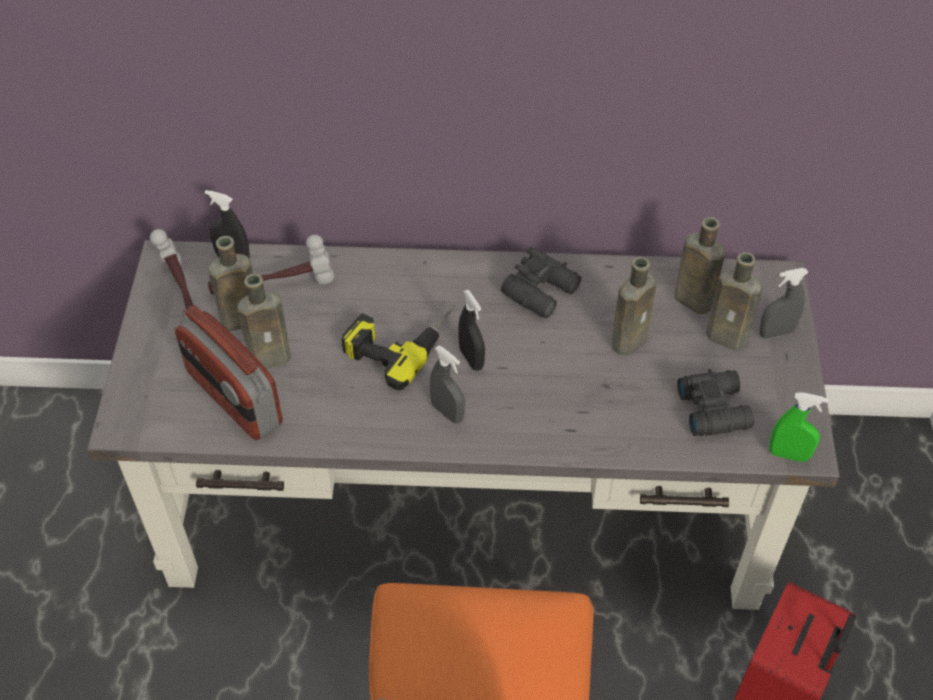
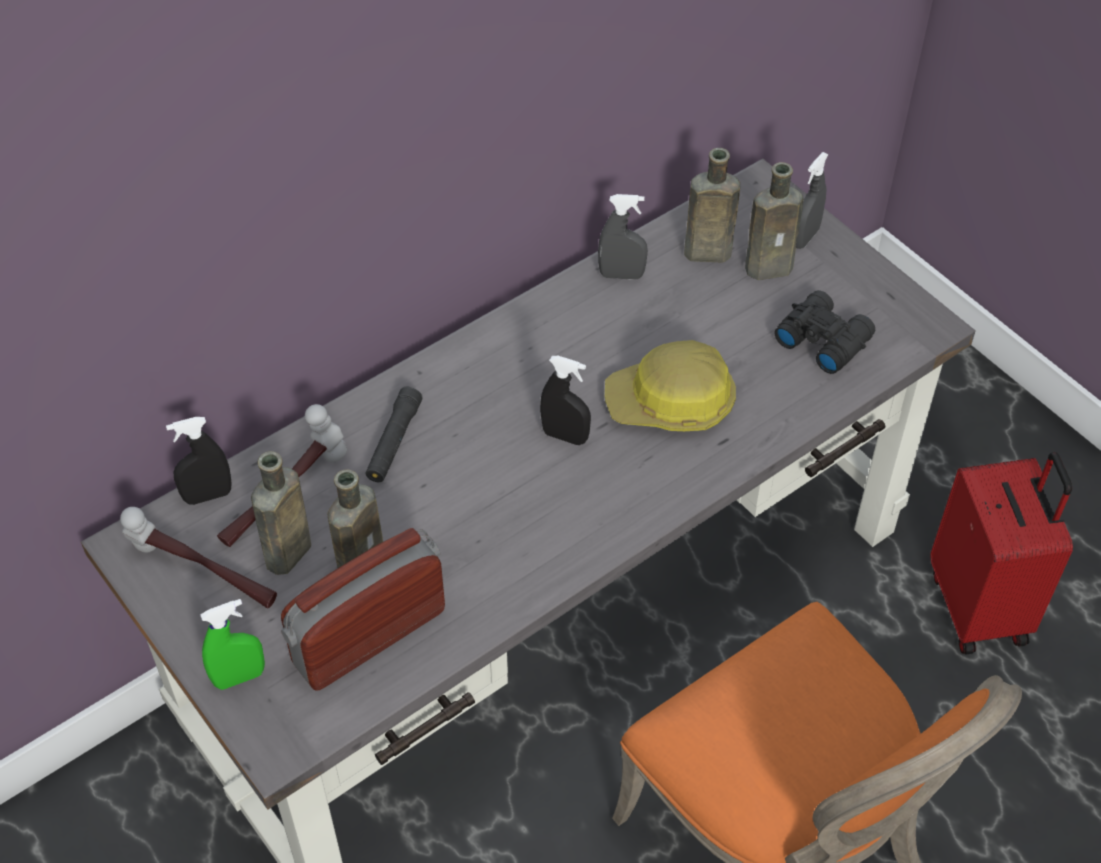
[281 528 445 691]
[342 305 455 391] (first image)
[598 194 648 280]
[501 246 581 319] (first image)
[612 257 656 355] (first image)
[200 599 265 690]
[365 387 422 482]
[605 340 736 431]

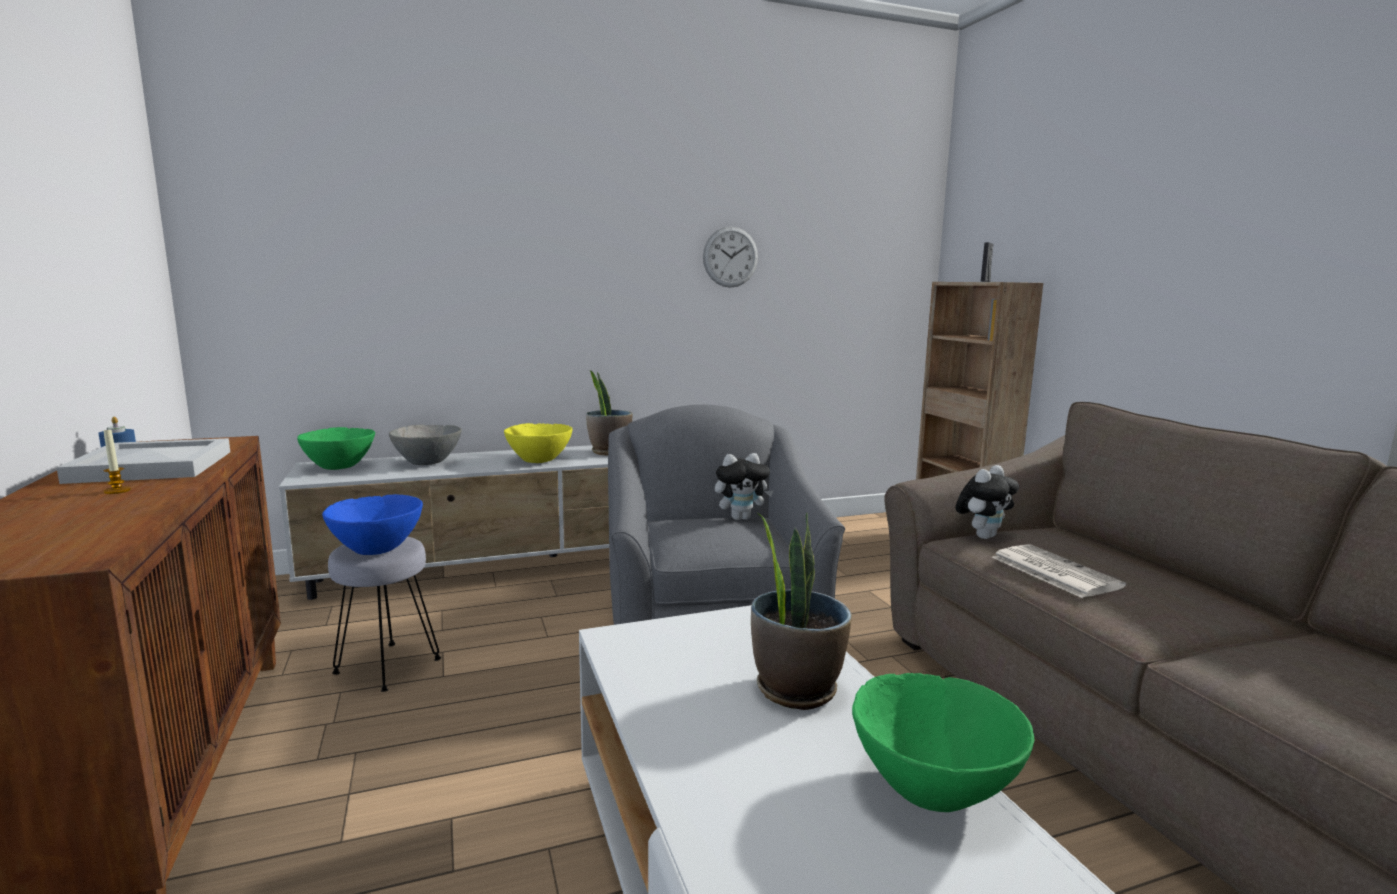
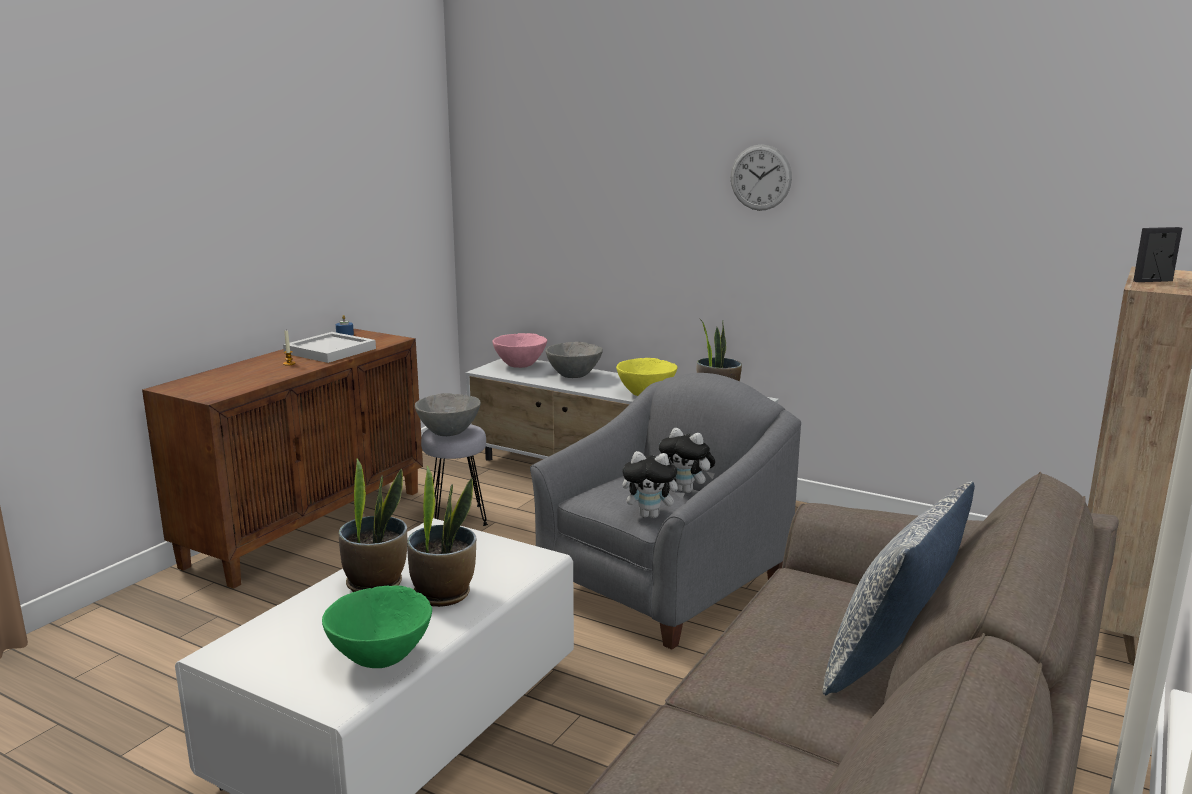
[492 333 547 368]
[415 393 481 436]
[730 144 792 211]
[623 451 685 518]
[992 544 1126 598] (first image)
[339 458 407 592]
[822 481 975 695]

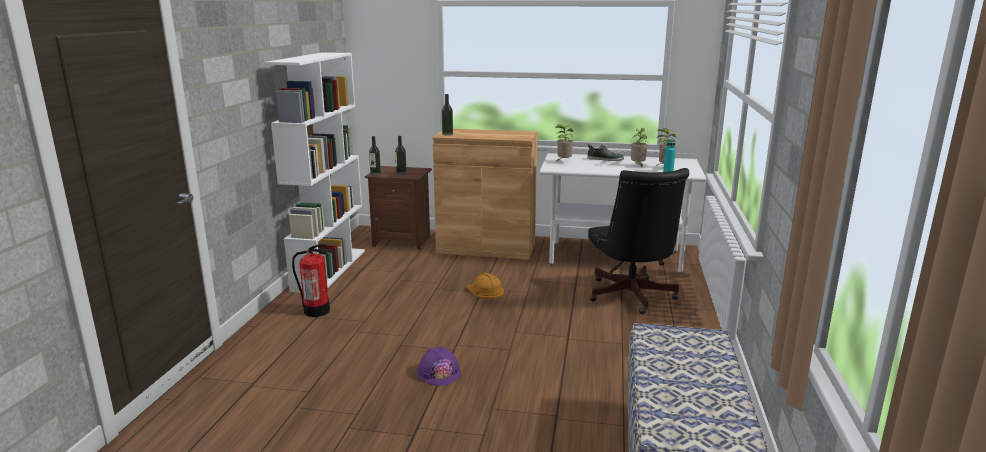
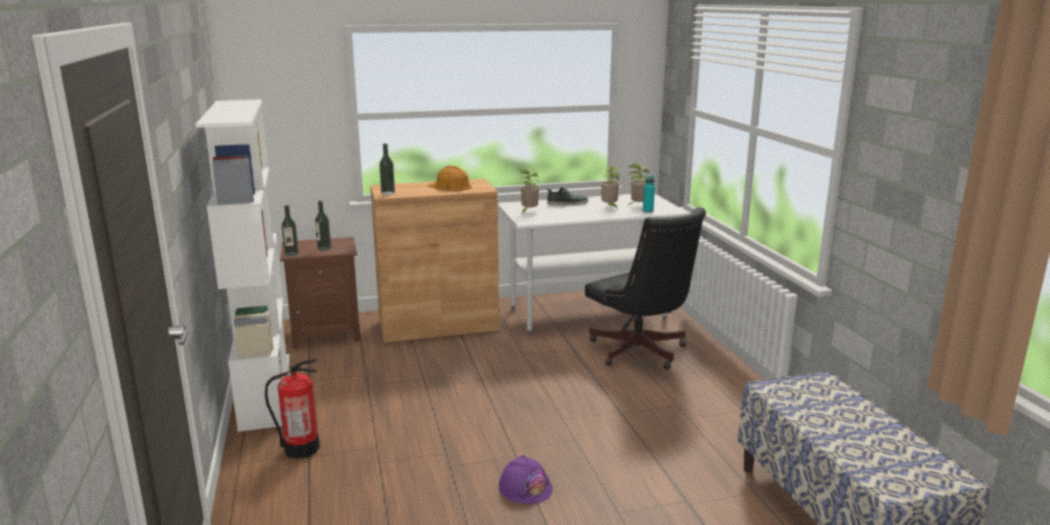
[427 166 472 191]

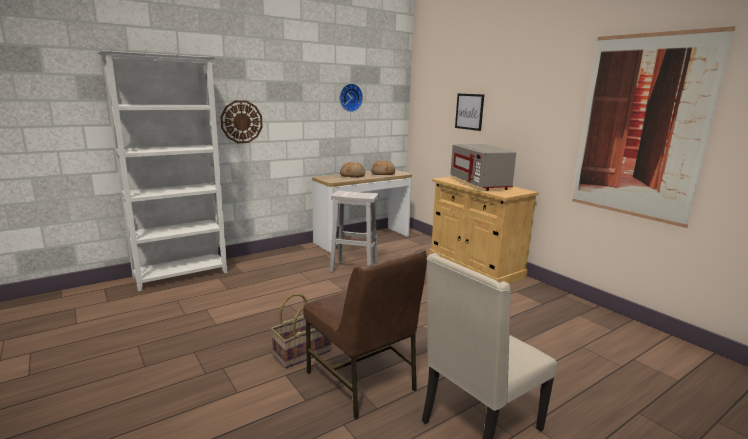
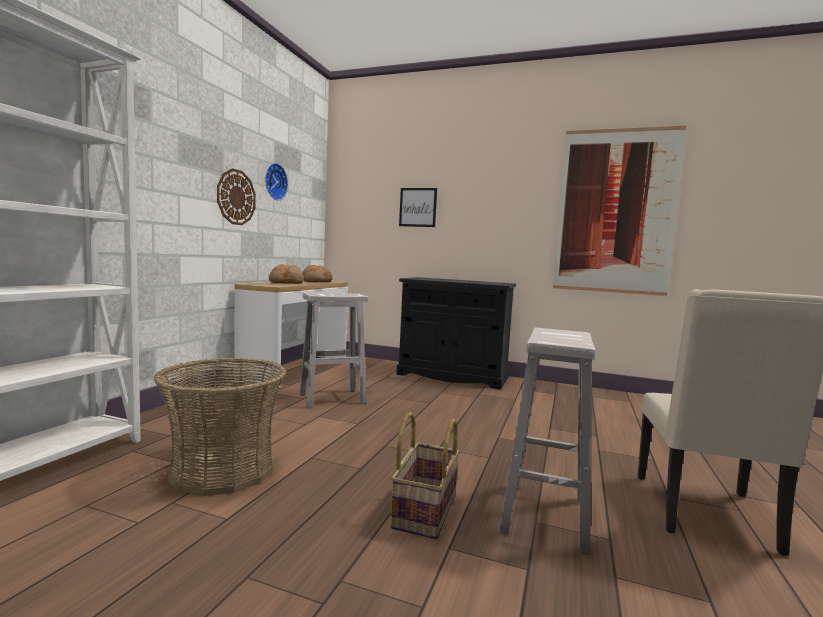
[217 168 256 225]
[499 328 596 554]
[396 277 516 390]
[450 144 516 191] (first image)
[154 357 287 496]

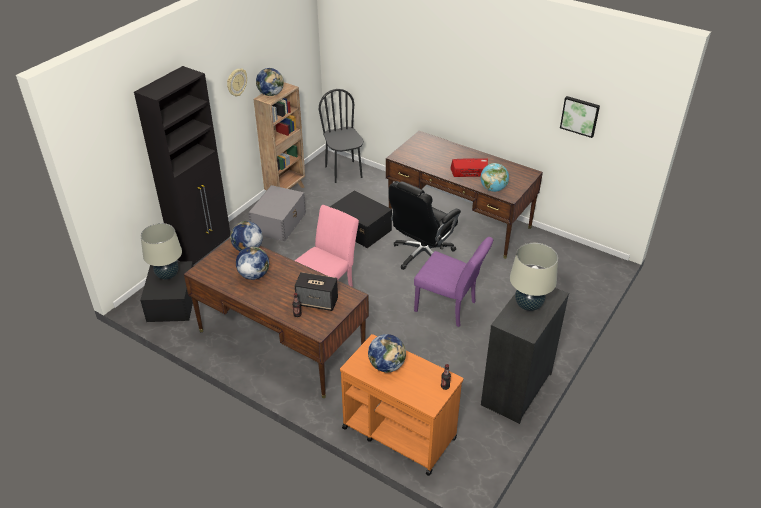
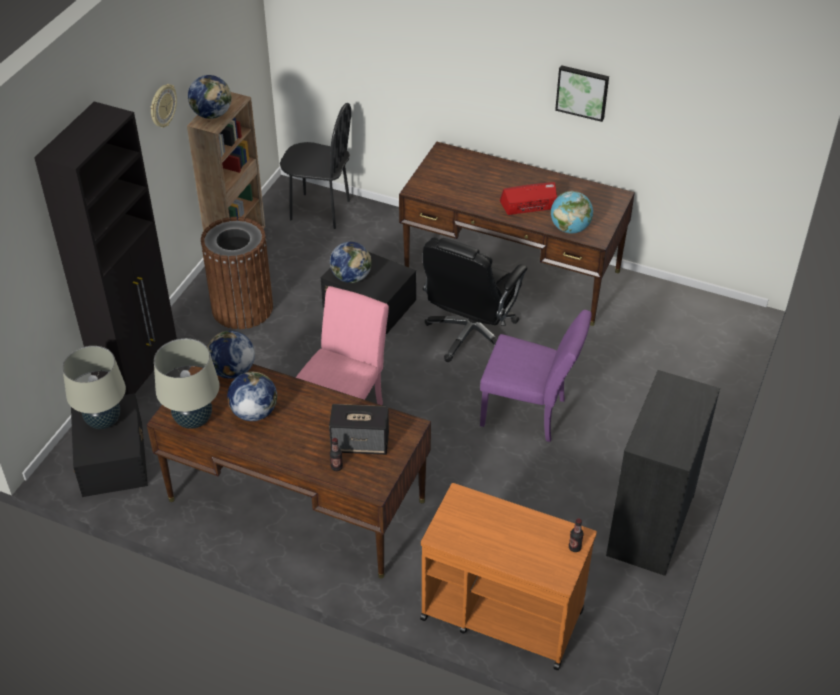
[201 217 273 329]
[280 103 351 229]
[330 242 371 283]
[154 338 220 429]
[555 65 609 122]

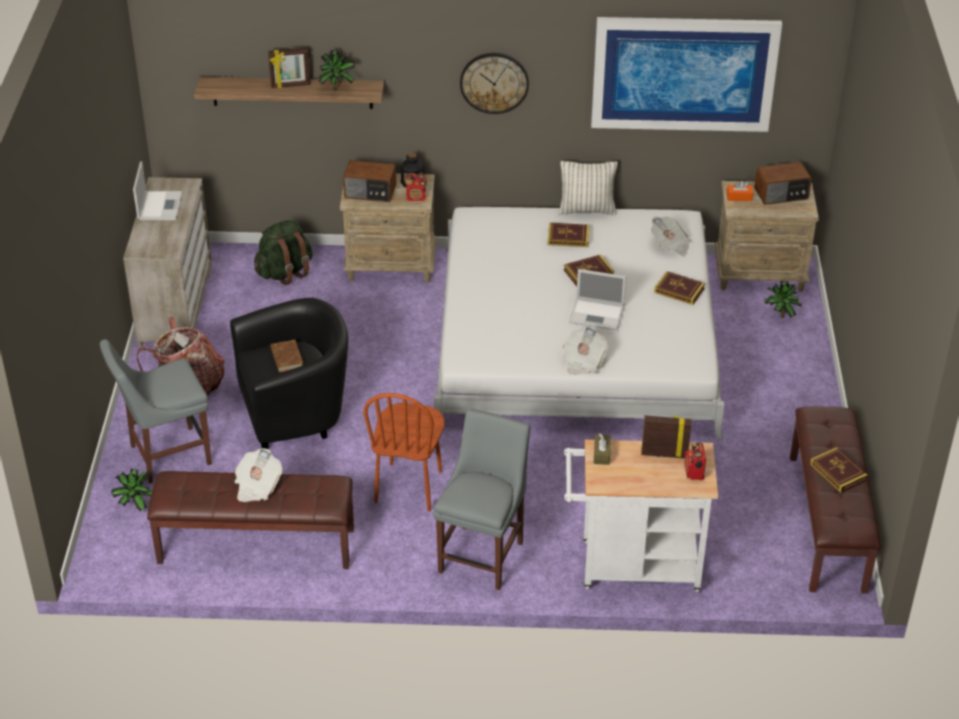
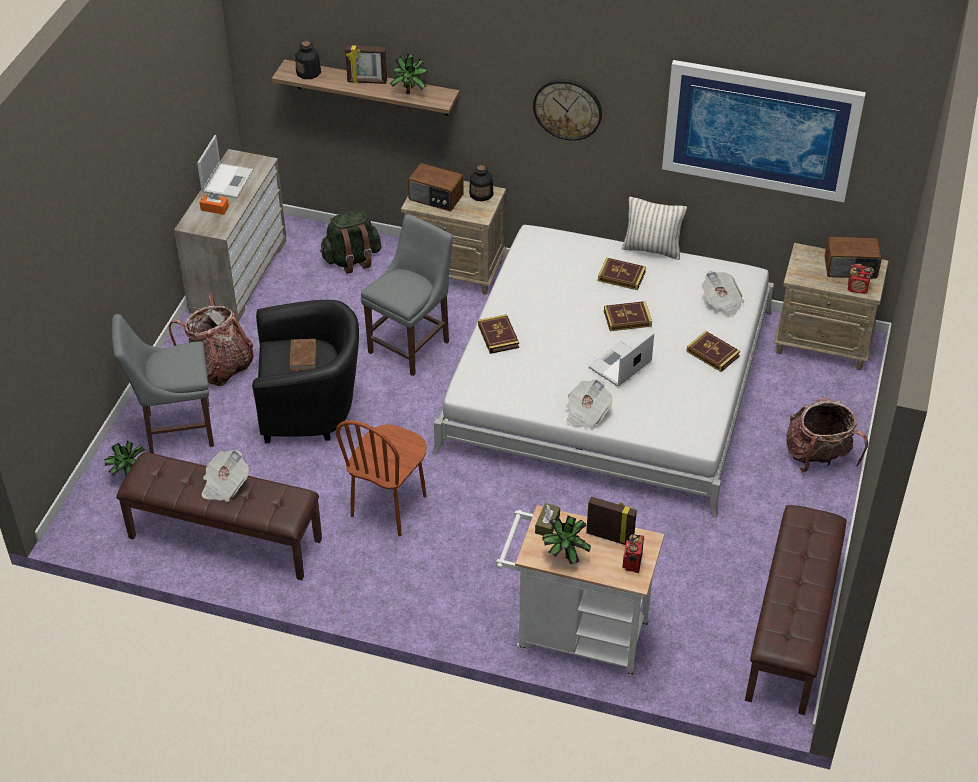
[848 264 873 294]
[361 214 453 376]
[589 332 654 387]
[200 192 229 215]
[542 515 591 565]
[478 314 519 354]
[295 41 321 79]
[786 397 868 472]

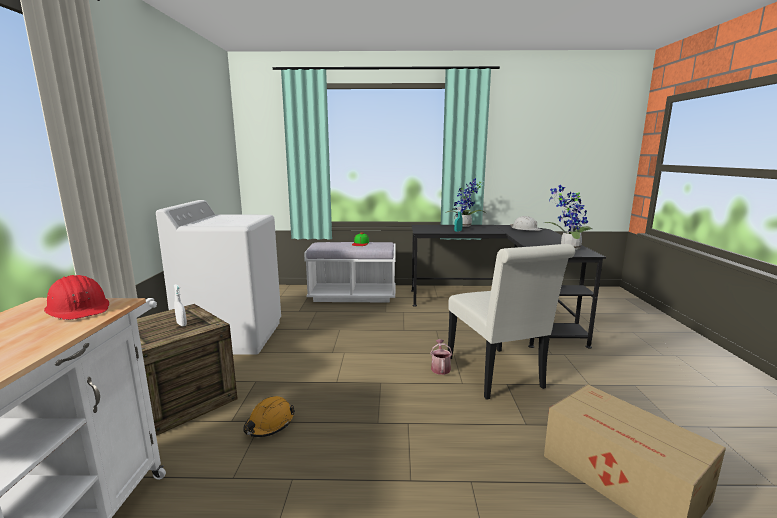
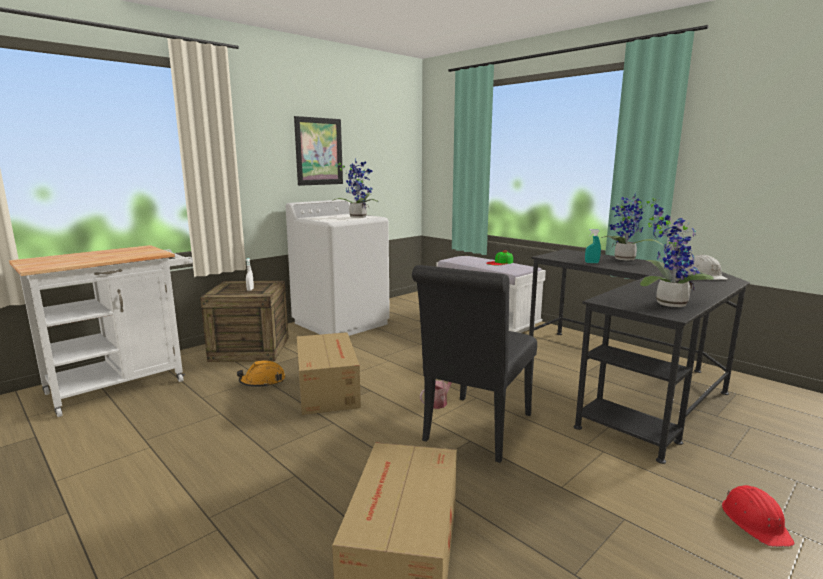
[722 485 795 547]
[412 265 537 463]
[294 116 343 186]
[297 332 361 415]
[333 159 379 218]

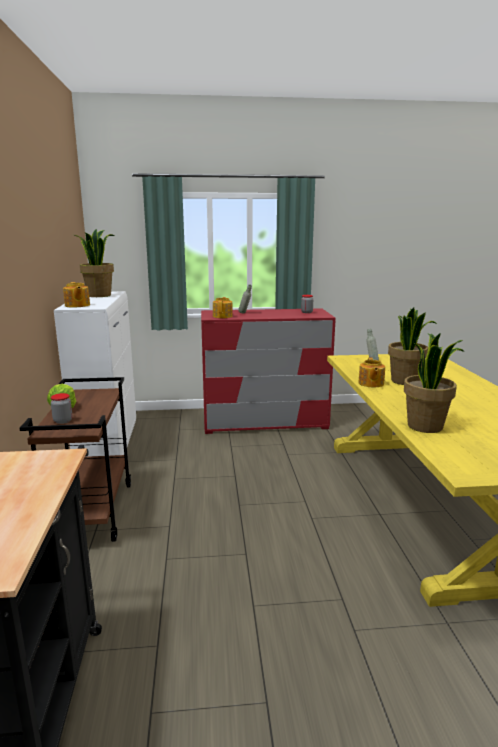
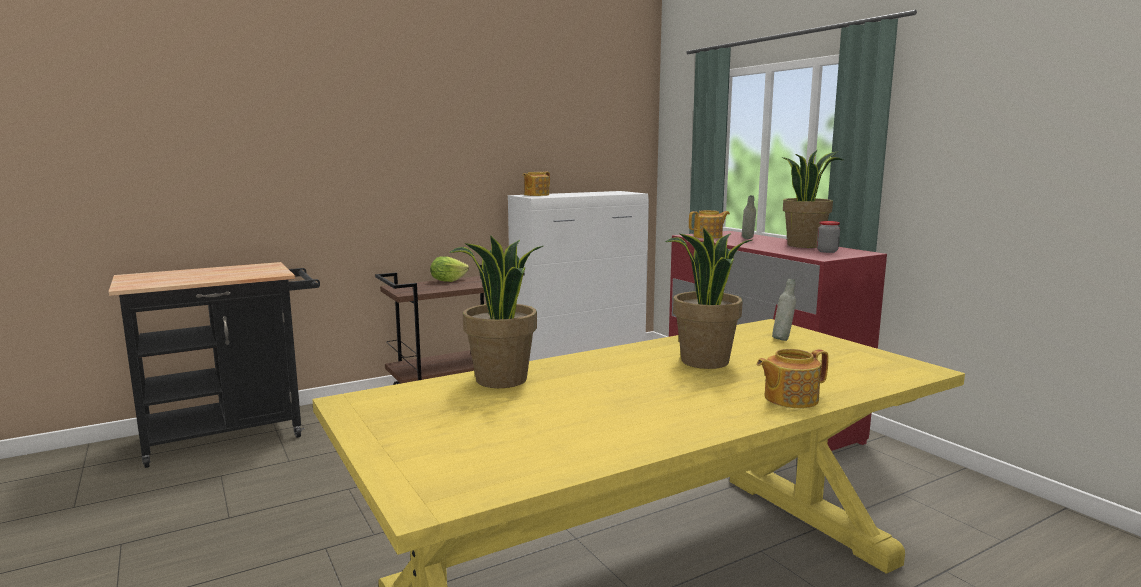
[51 393 72 424] (first image)
[781 149 843 248]
[757 349 829 408]

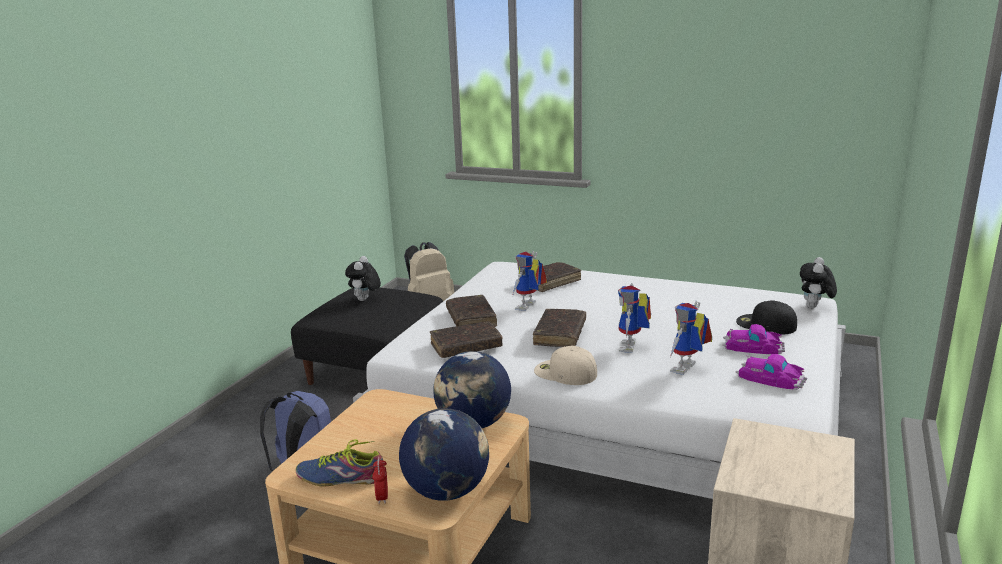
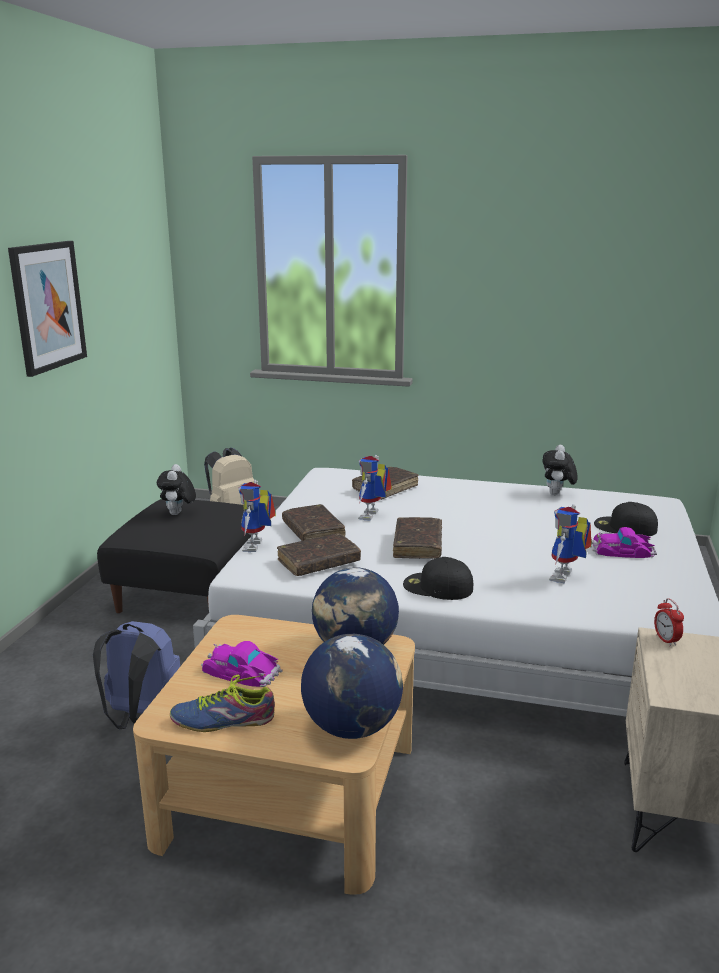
[654 598 684 647]
[403 557 473 600]
[238 480 276 552]
[201 641 283 687]
[542 445 578 495]
[8 241 87 377]

